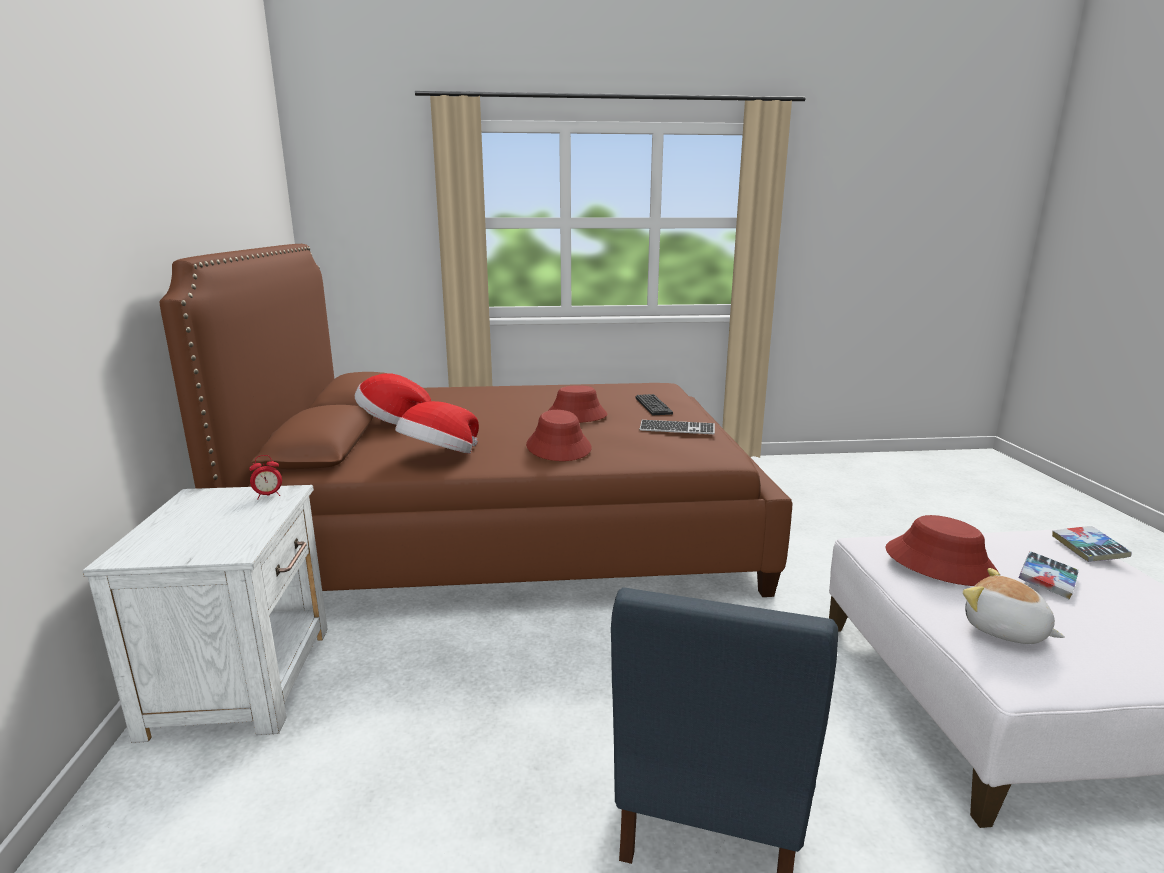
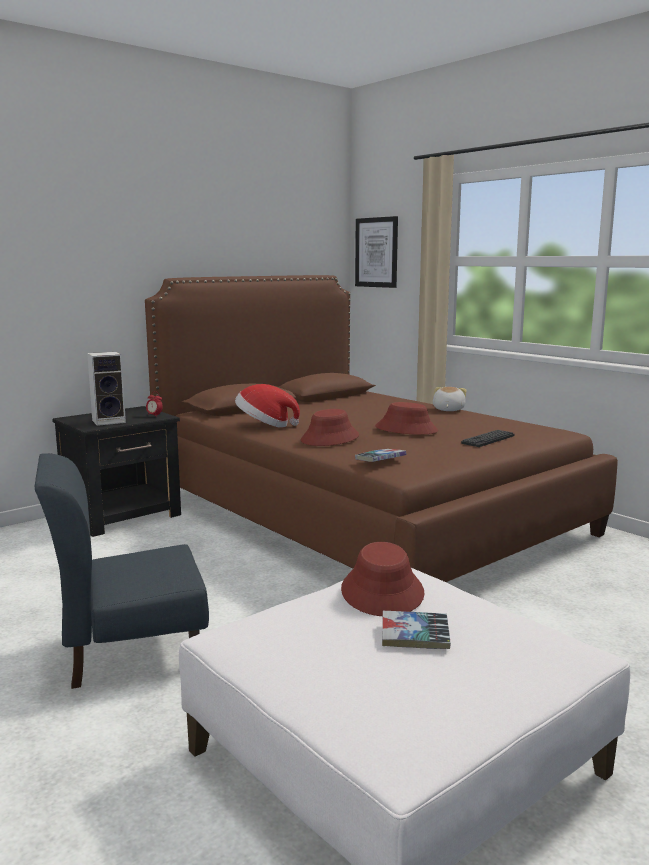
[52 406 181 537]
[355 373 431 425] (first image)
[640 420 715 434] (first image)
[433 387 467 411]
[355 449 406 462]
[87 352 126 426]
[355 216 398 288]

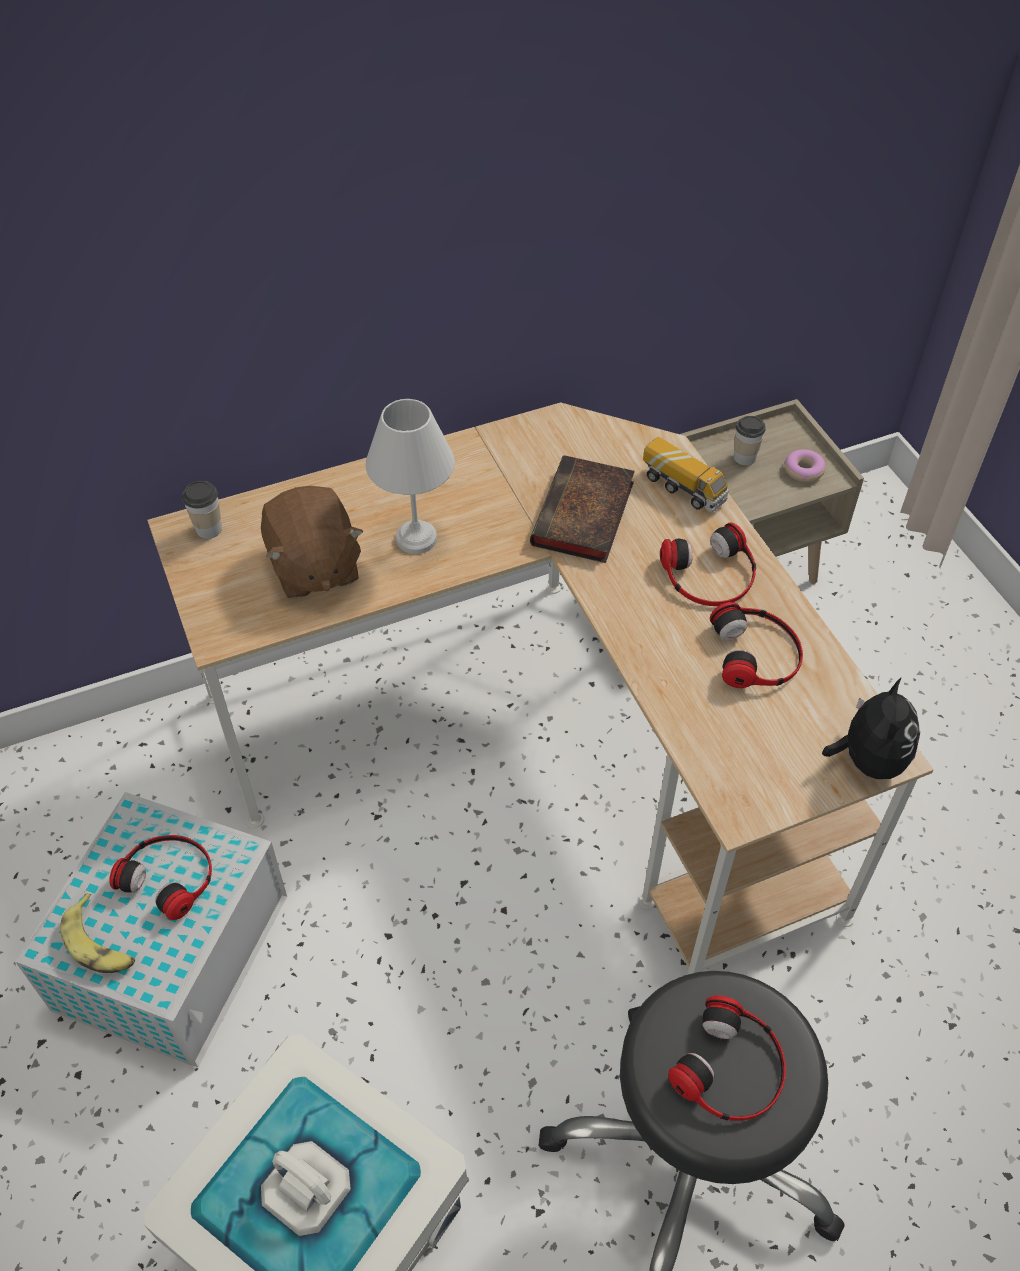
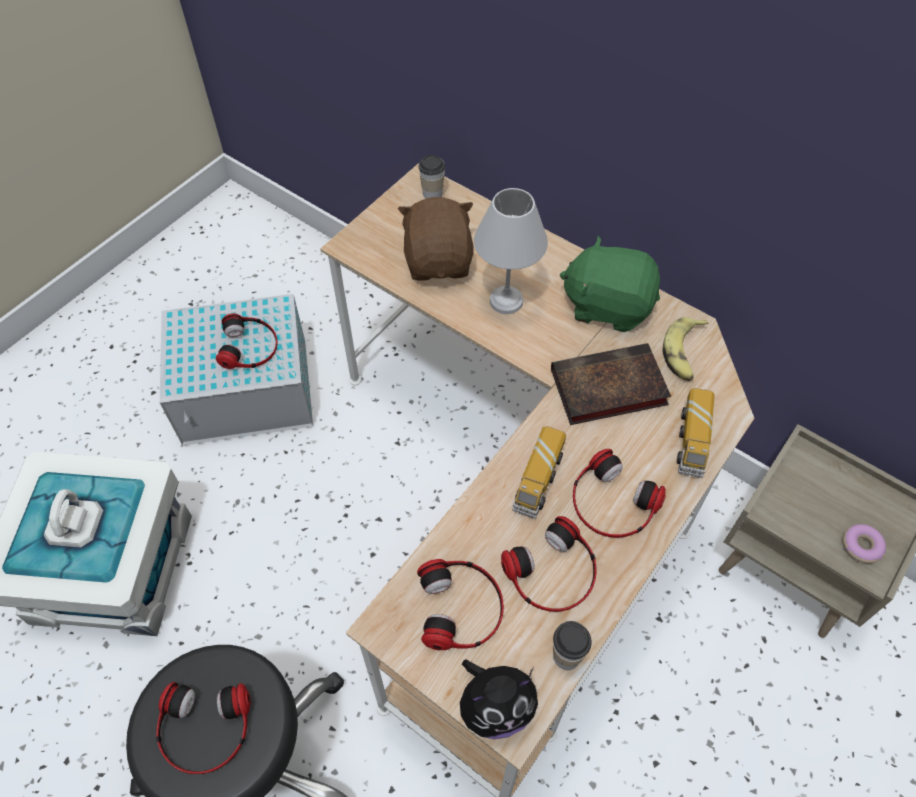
[662 317 709 381]
[398 197 474 281]
[553 621 592 670]
[417 559 504 650]
[512 426 566 519]
[560 236 660 332]

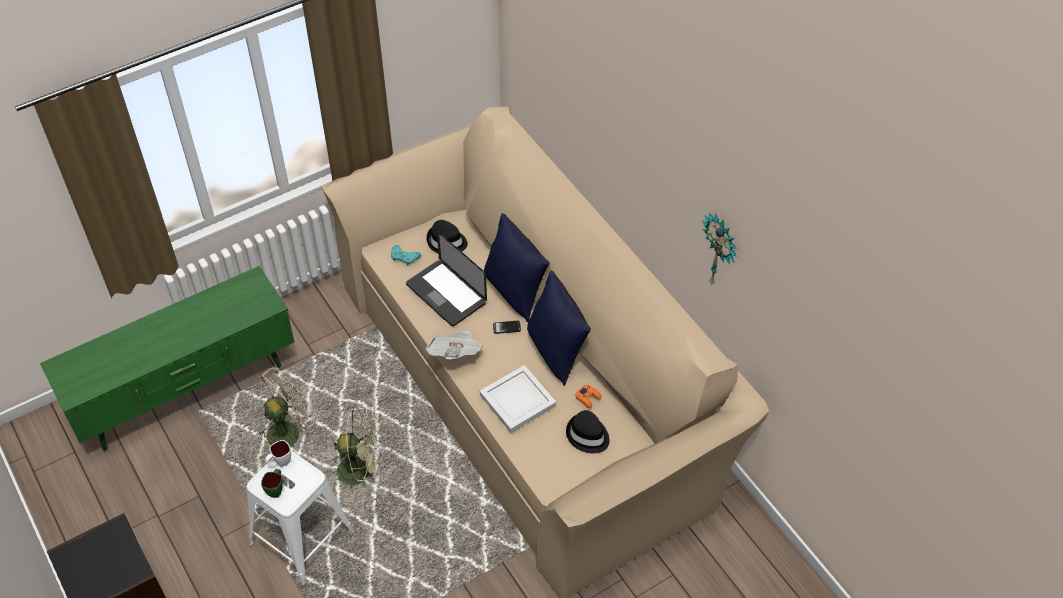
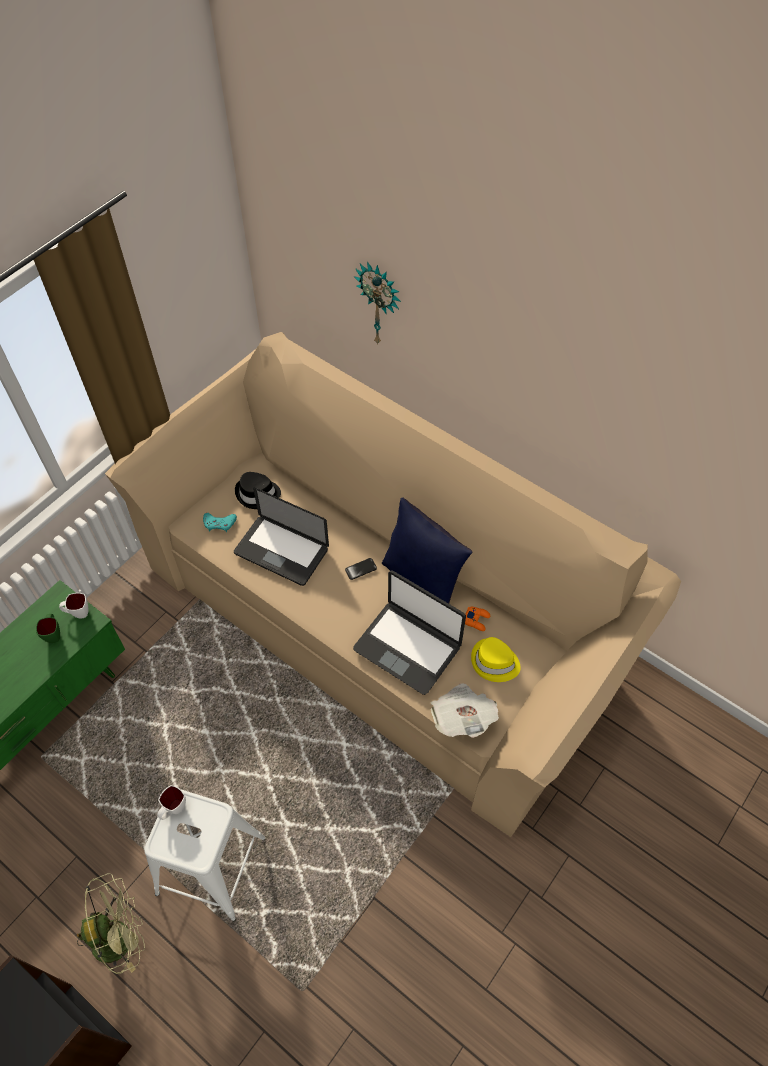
[258 367 318 447] (first image)
[36 614 60 643]
[77 873 145 974]
[430 683 499 738]
[353 570 466 695]
[484 213 550 322] (first image)
[471 637 521 682]
[354 262 401 345]
[59 593 88 618]

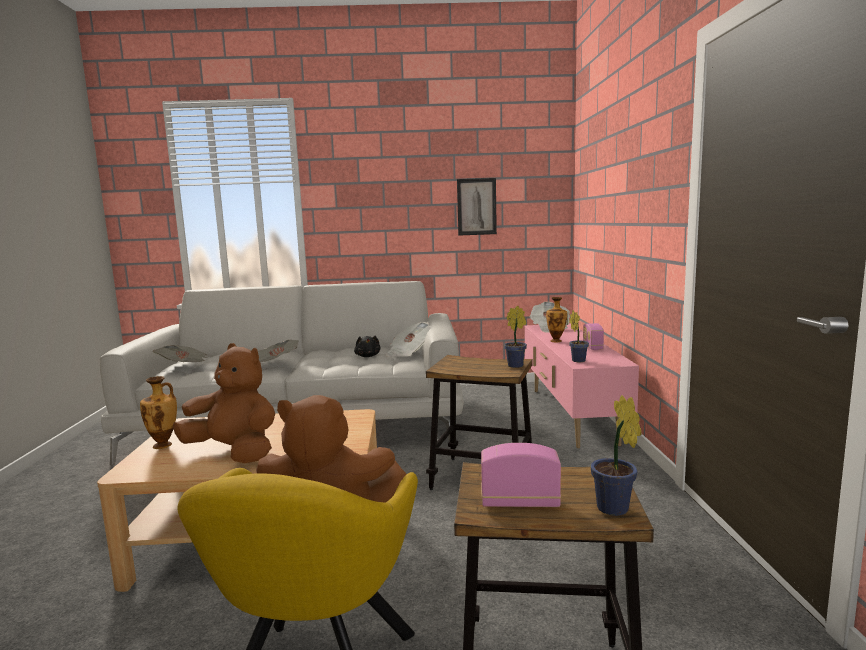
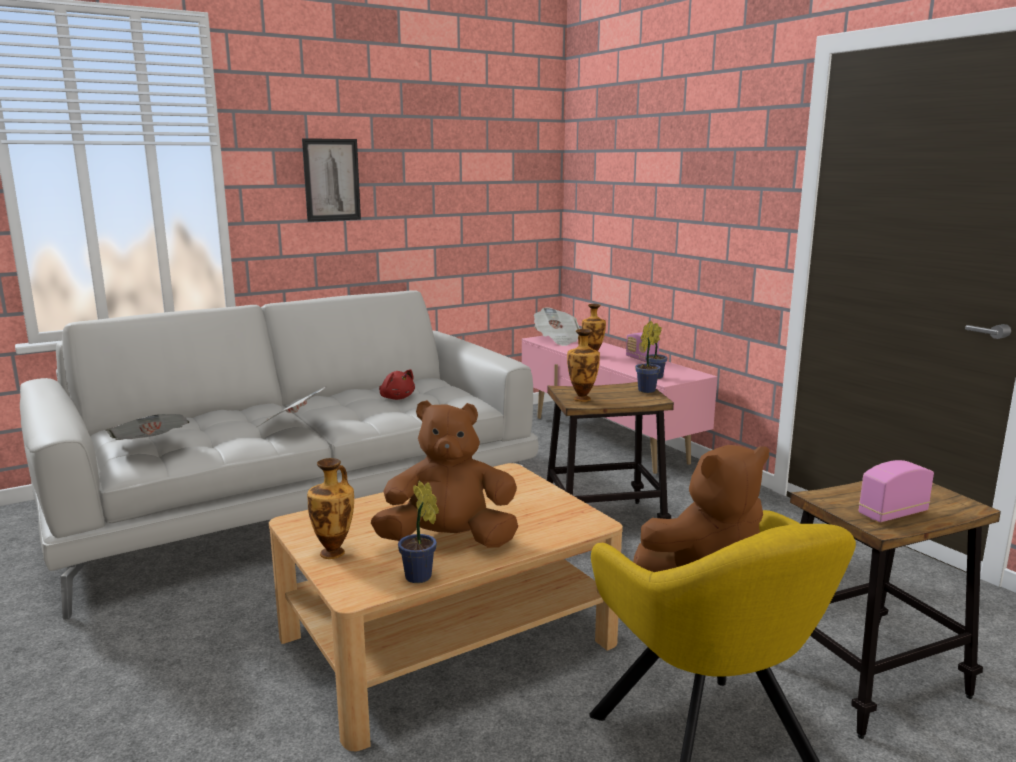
[379 369 415 400]
[386 322 431 357] (first image)
[302 138 361 222]
[398 481 439 583]
[567 329 600 402]

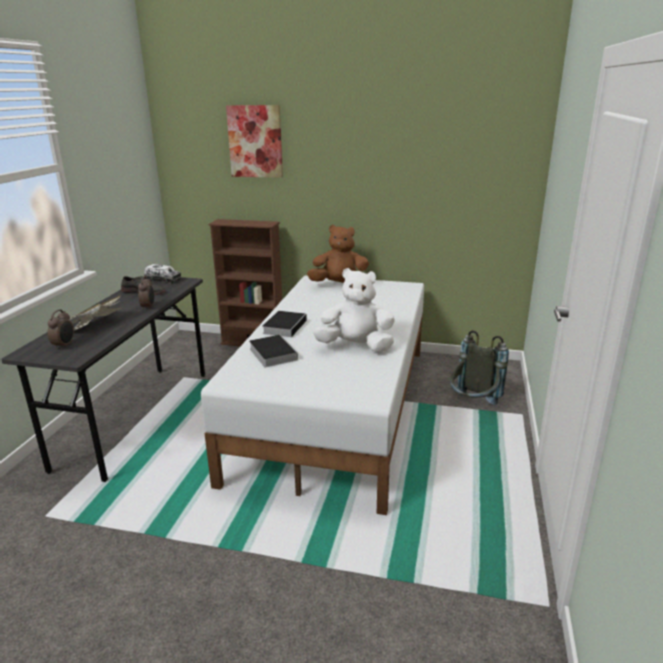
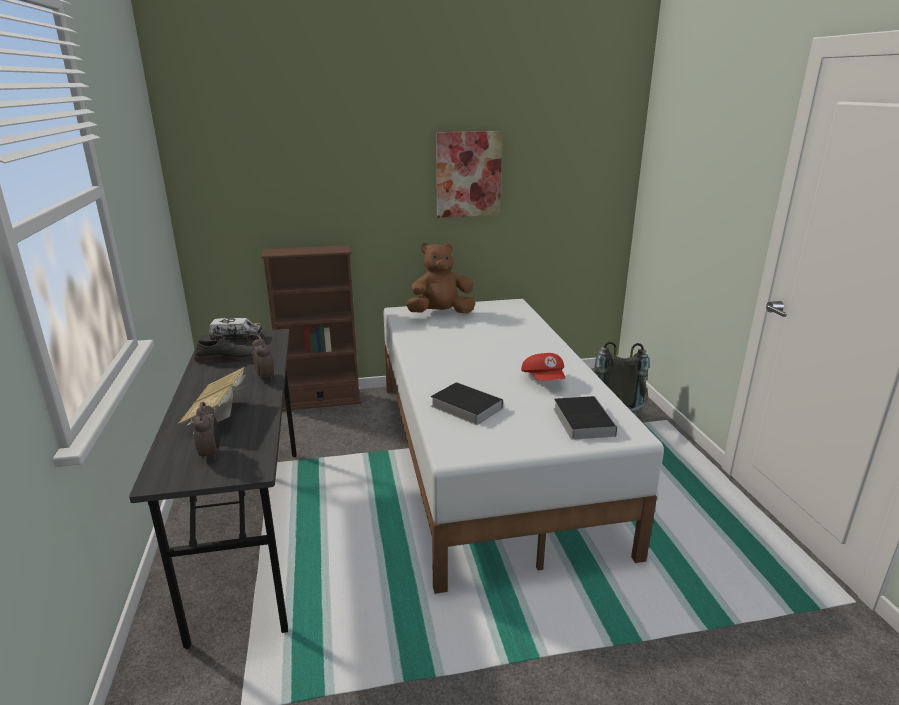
[436 131 502 218]
[554 396 617 440]
[521 353 565 381]

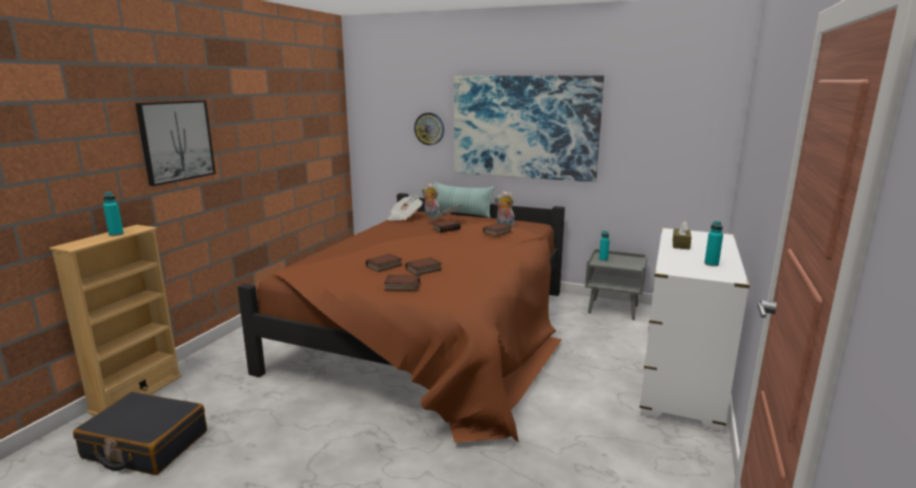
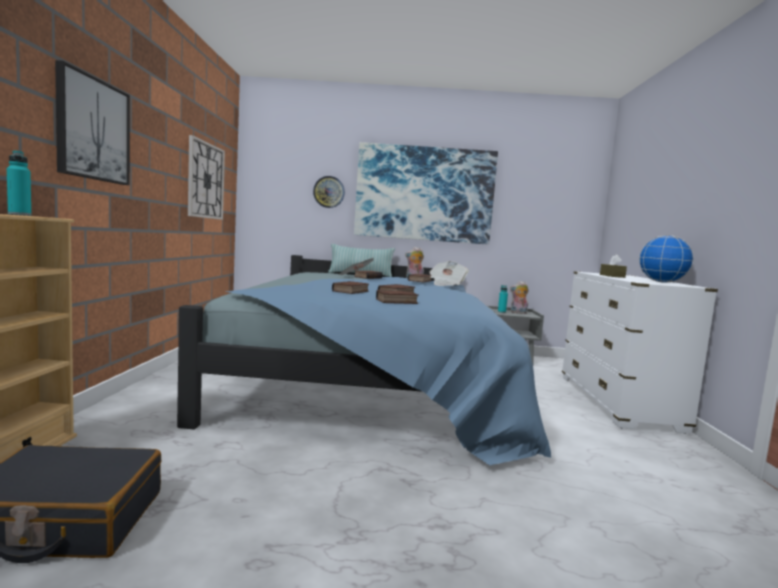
[177 255 551 465]
[429 261 469 286]
[510 281 529 314]
[639 235 694 283]
[188 135 225 220]

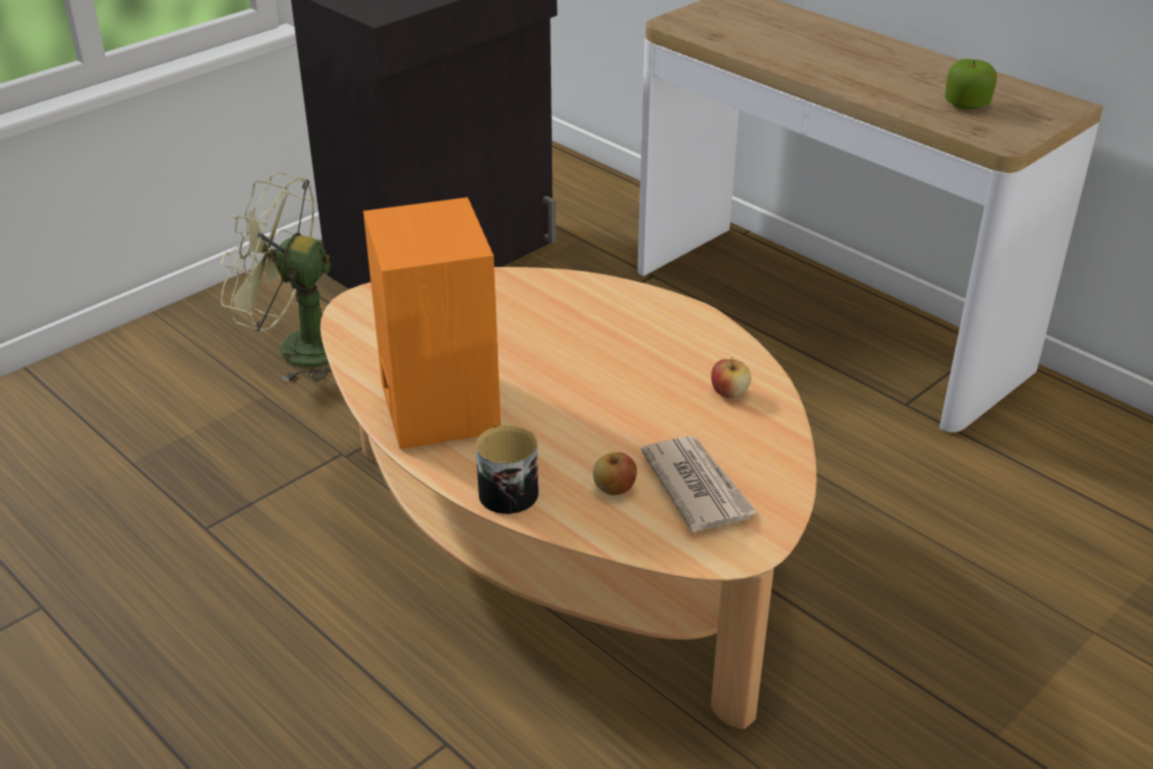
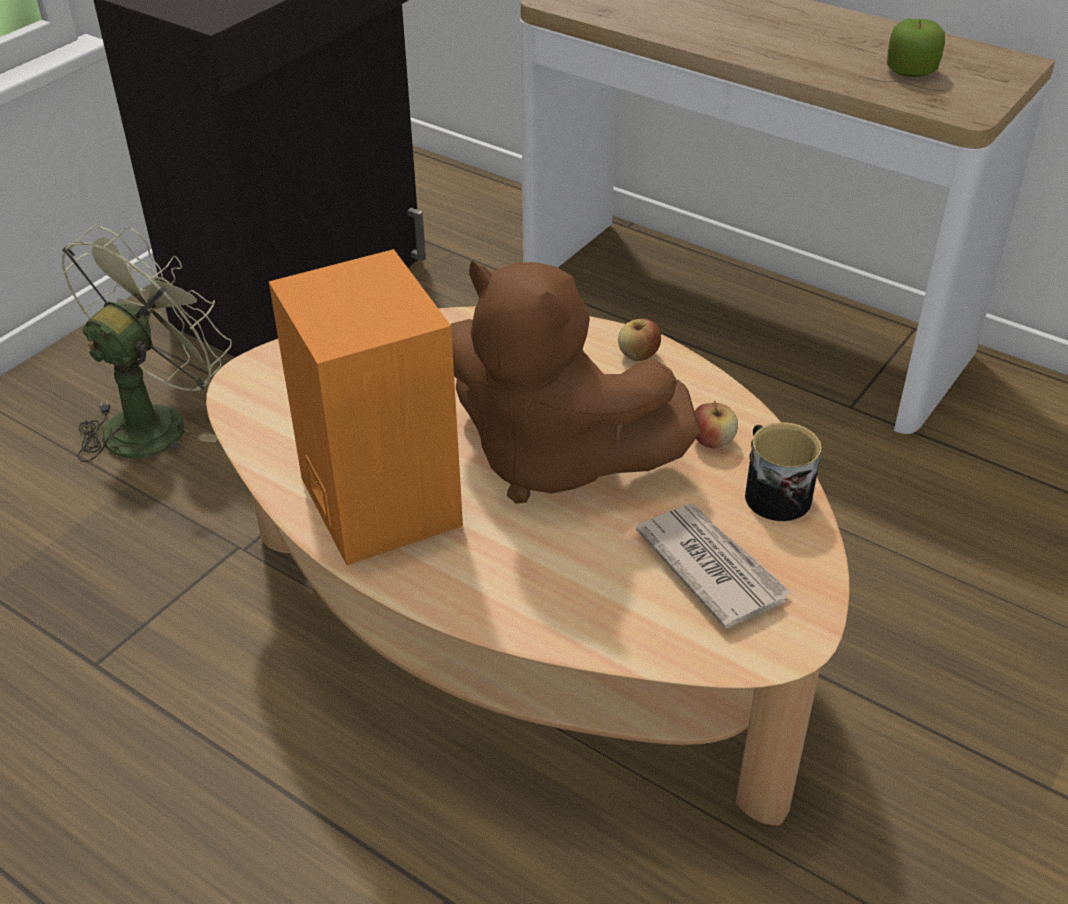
[62 226 232 462]
[745 422 822 521]
[618 319 661 361]
[450 261 701 503]

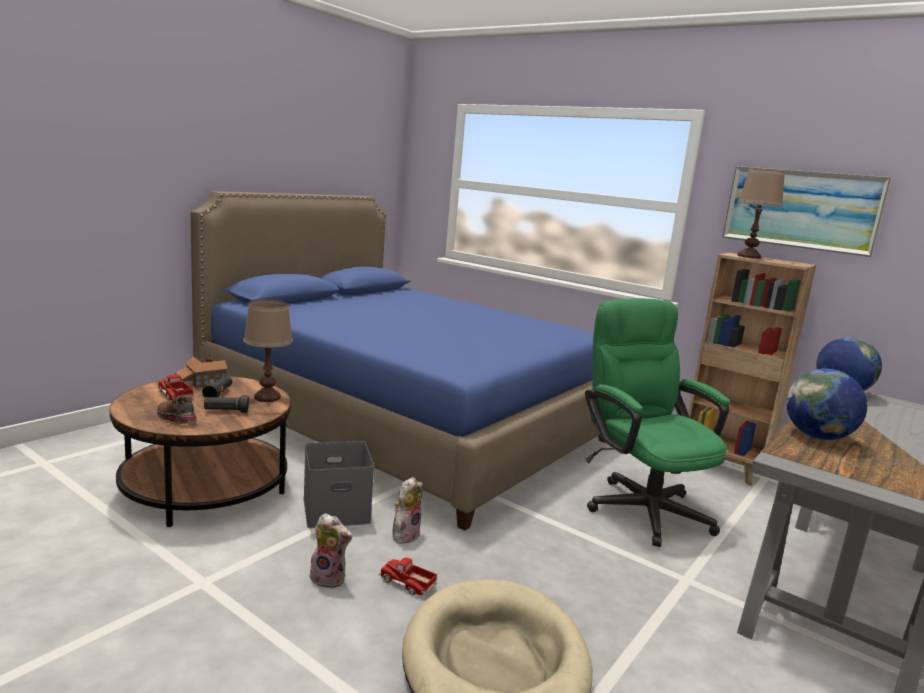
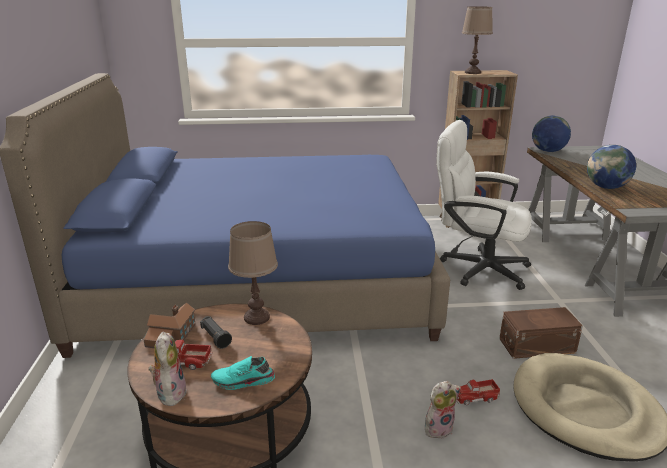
[211 356 275 390]
[204 395 249 413] (first image)
[303 441 374 528] (first image)
[149 332 187 406]
[436 120 532 290]
[722 166 892 257] (first image)
[499 307 583 359]

